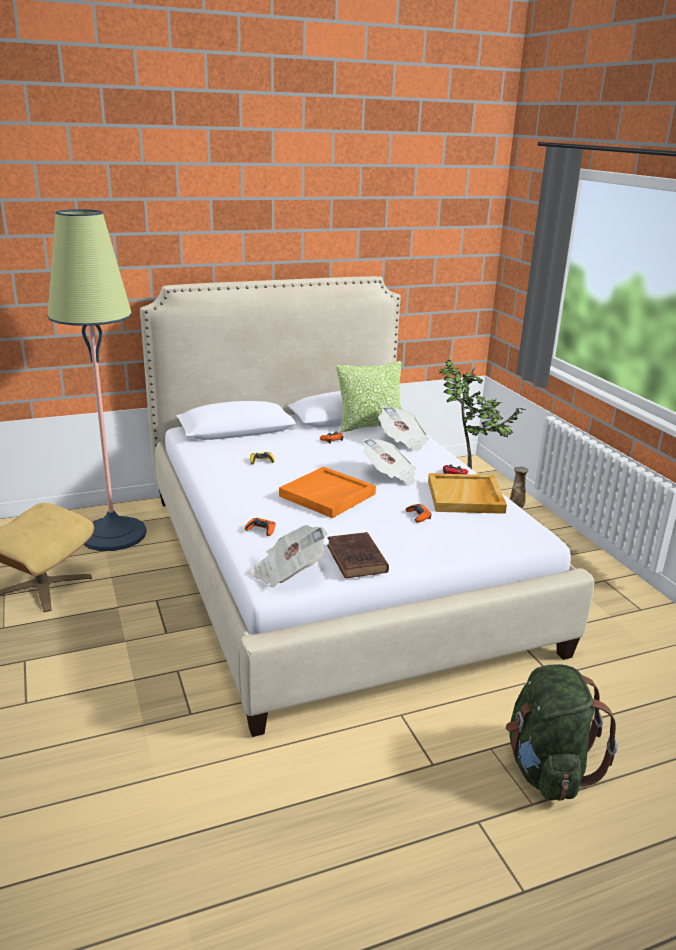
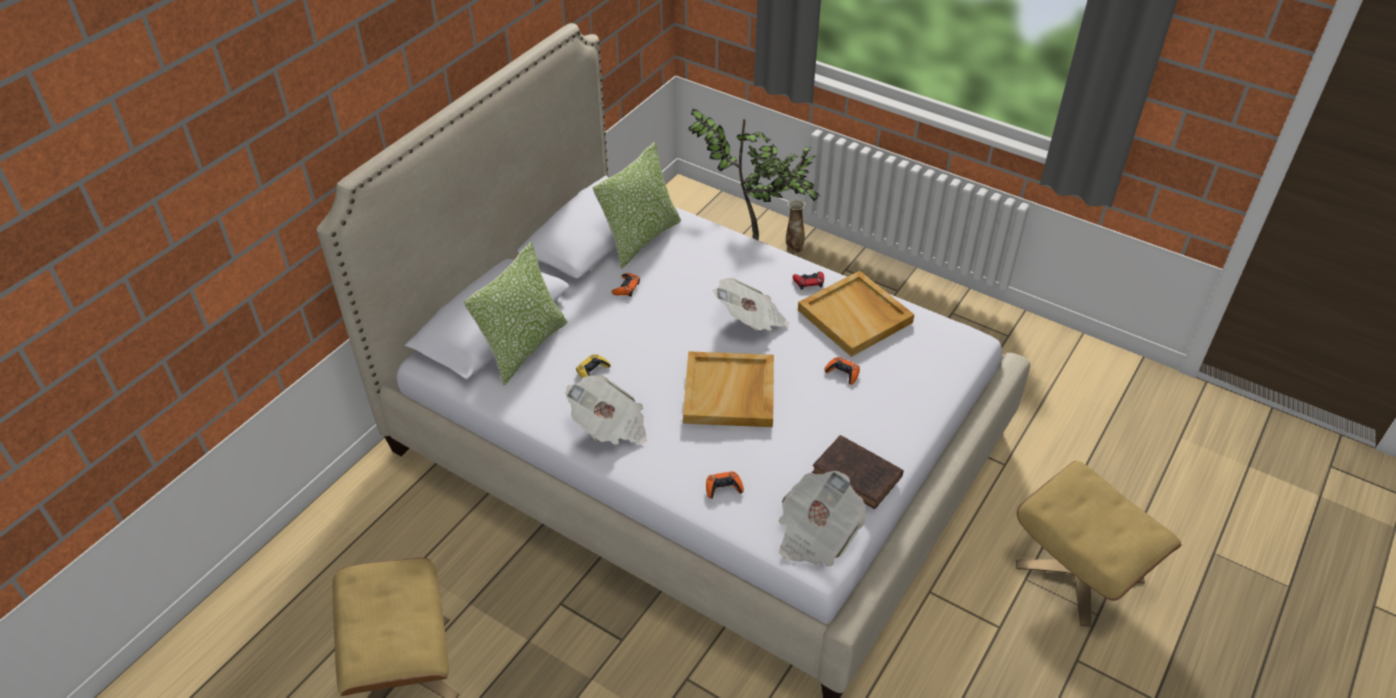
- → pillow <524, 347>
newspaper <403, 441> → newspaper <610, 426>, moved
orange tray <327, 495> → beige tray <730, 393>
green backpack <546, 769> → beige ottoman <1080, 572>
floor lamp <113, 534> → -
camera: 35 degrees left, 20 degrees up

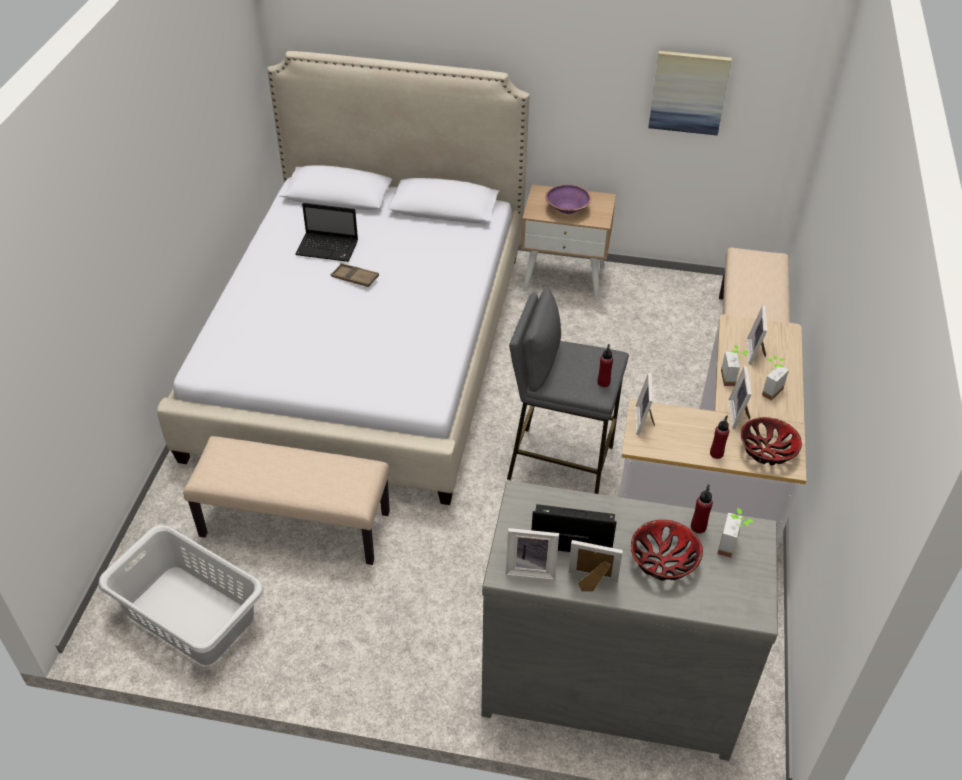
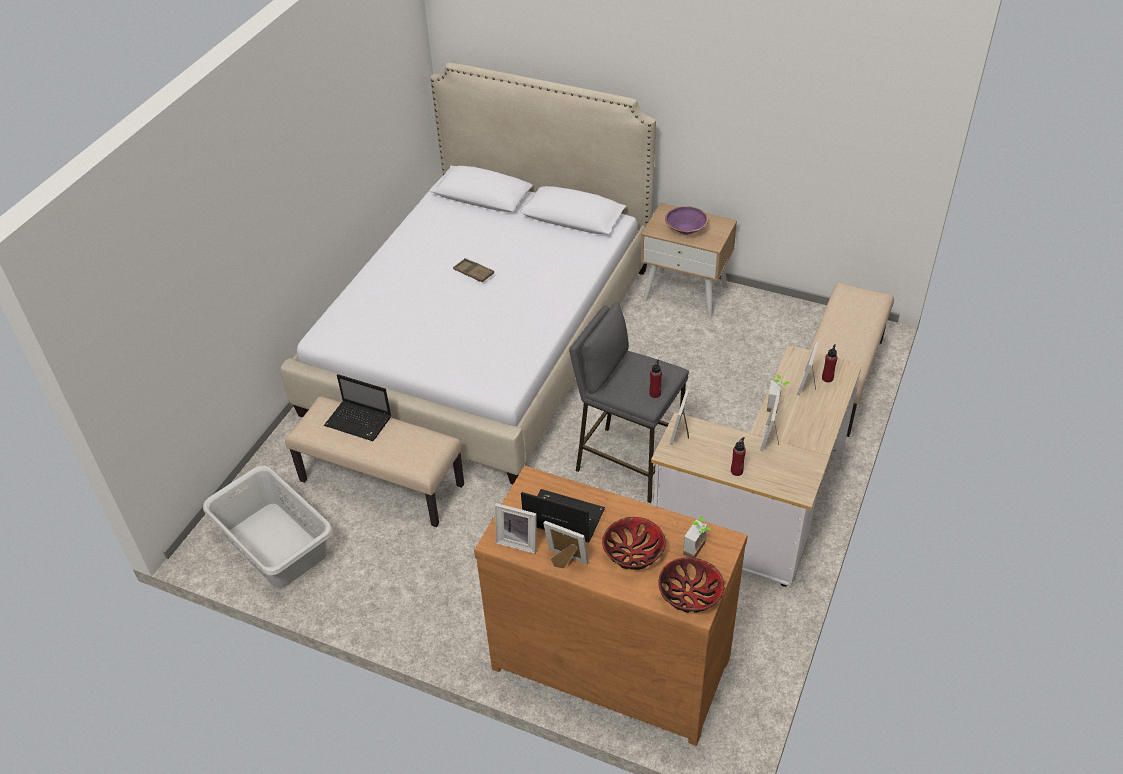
laptop <328, 248> → laptop <359, 422>, moved
grey dresser <609, 679> → brown dresser <611, 658>
bowl <767, 451> → bowl <690, 595>, moved
red bottle <698, 527> → red bottle <827, 378>, moved
picture <688, 92> → -
potted plant <768, 389> → -
camera: 15 degrees right, 0 degrees up

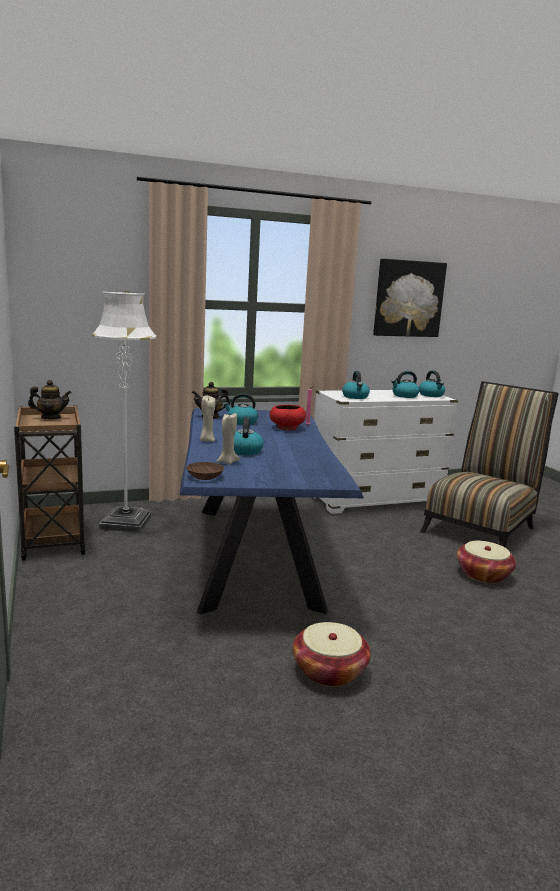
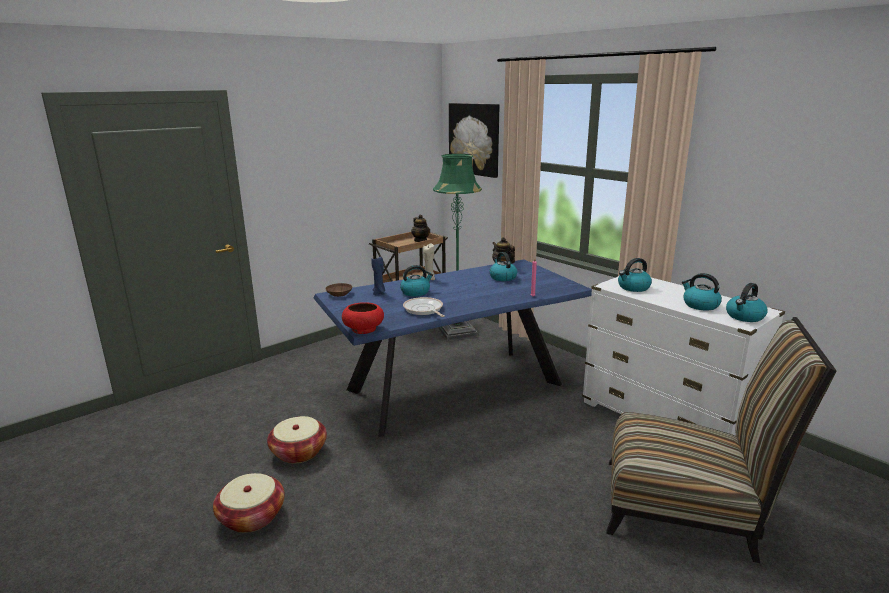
basket <483, 574> → basket <252, 516>, moved
red bowl <286, 428> → red bowl <363, 329>, moved
beige candle <227, 462> → blue candle <379, 293>
- → frying pan <424, 310>
white floor lamp <126, 523> → green floor lamp <457, 332>
picture <408, 298> → picture <474, 139>, moved
camera: 70 degrees right, 5 degrees up

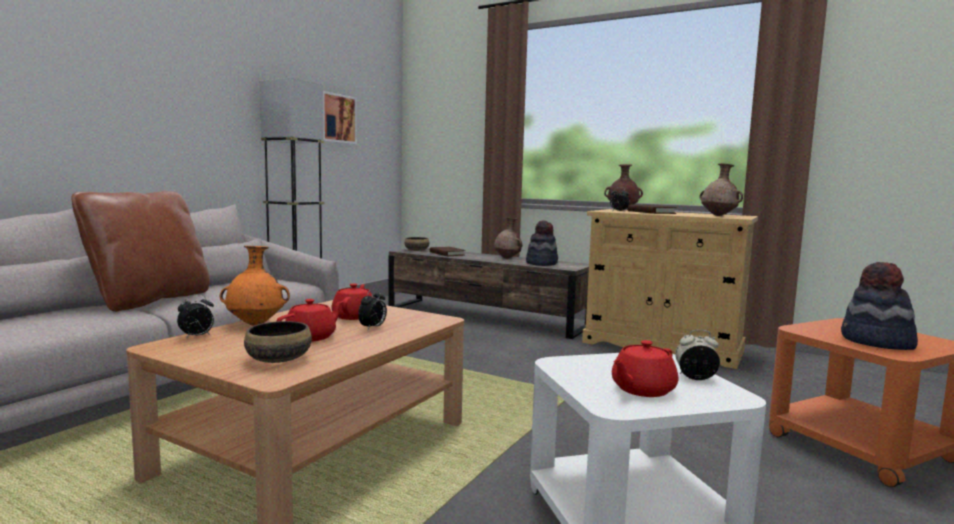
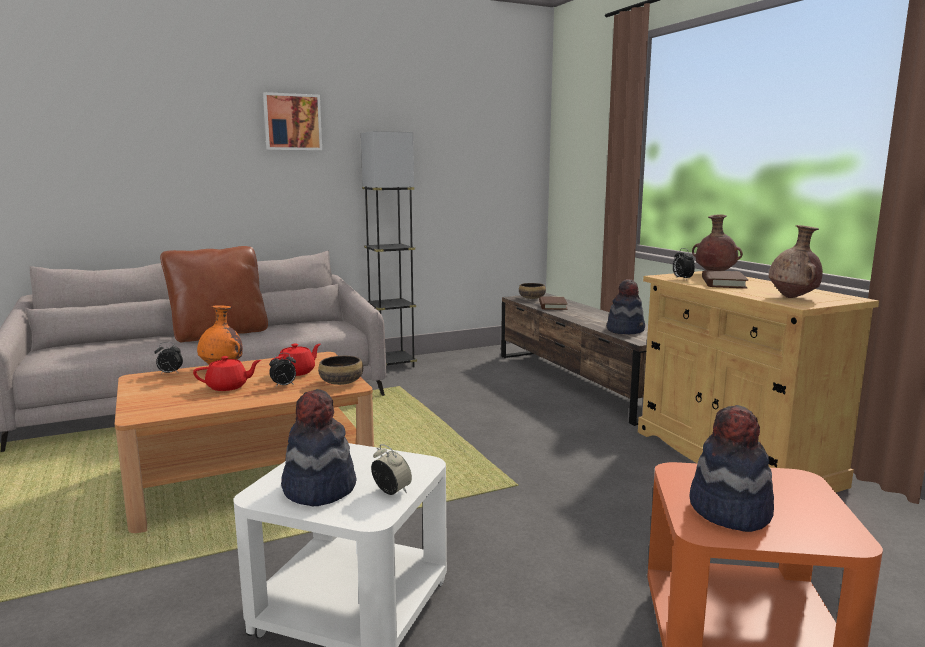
picture <336, 118> → picture <292, 122>, moved
red teapot <642, 390> → hat <318, 488>
bowl <279, 359> → bowl <341, 382>, moved
brown vase <508, 258> → -
camera: 35 degrees right, 5 degrees up

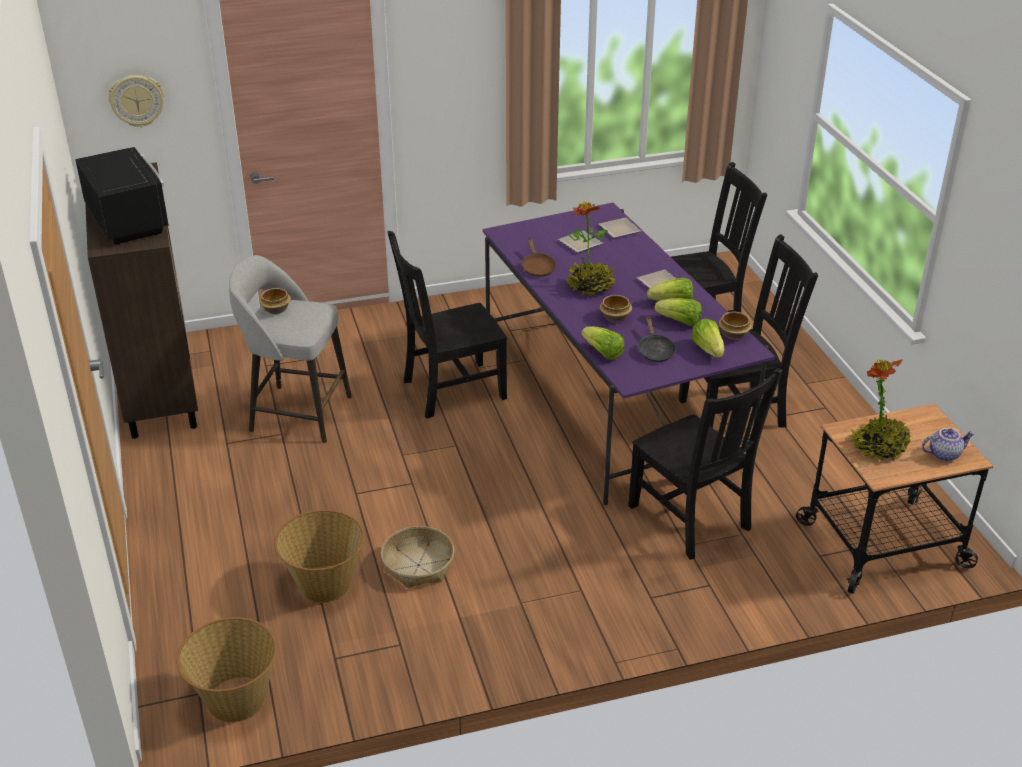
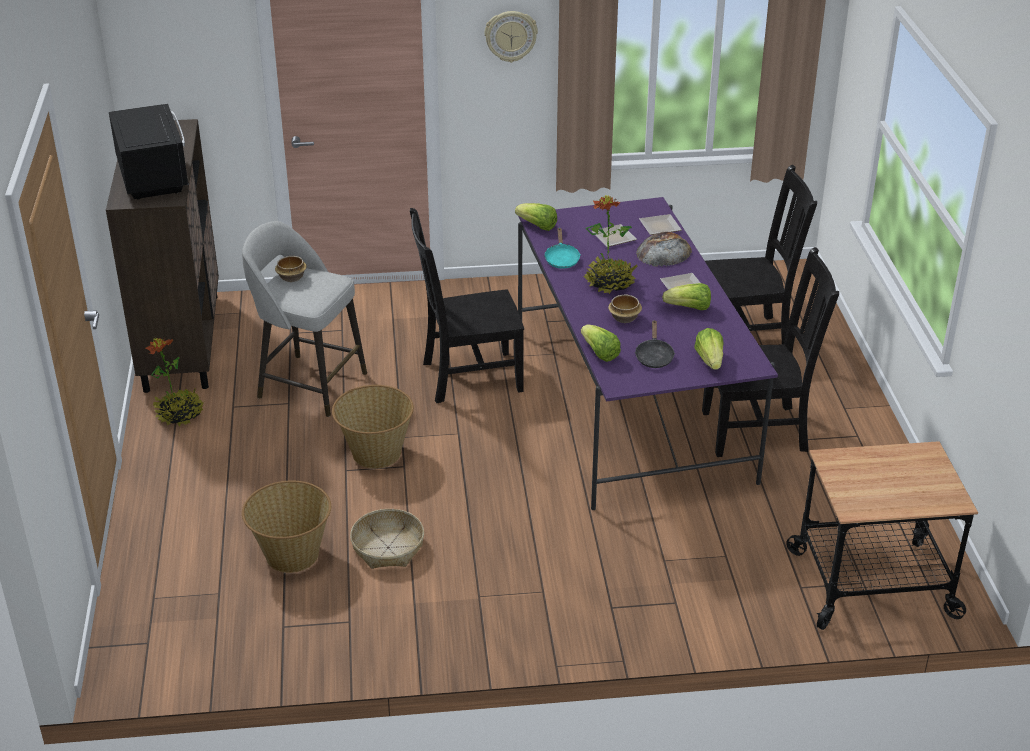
potted plant <878, 447> → potted plant <179, 415>, moved
basket <235, 700> → basket <375, 453>, moved
wall clock <137, 100> → wall clock <510, 36>, moved
lettuce <679, 322> → lettuce <537, 226>, moved
brown frying pan <537, 267> → turquoise frying pan <561, 259>
- → bread <663, 252>
black chair <691, 520> → -
bowl <733, 334> → -
teapot <944, 454> → -
camera: 10 degrees right, 0 degrees up

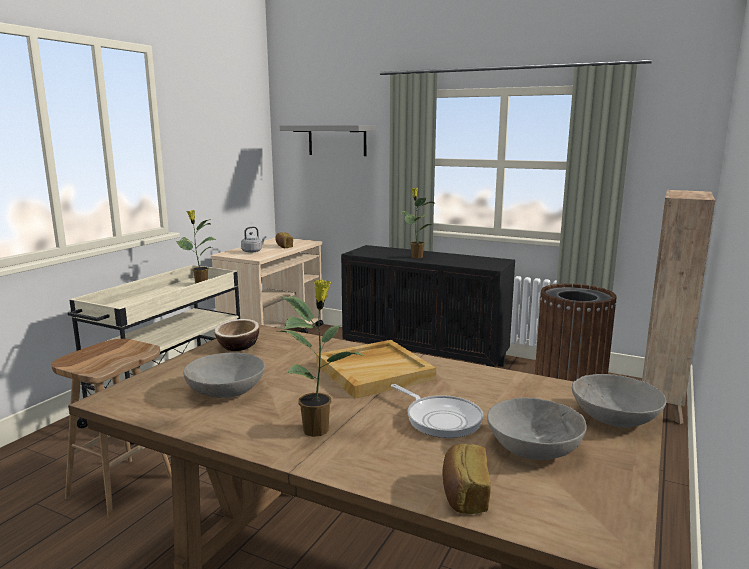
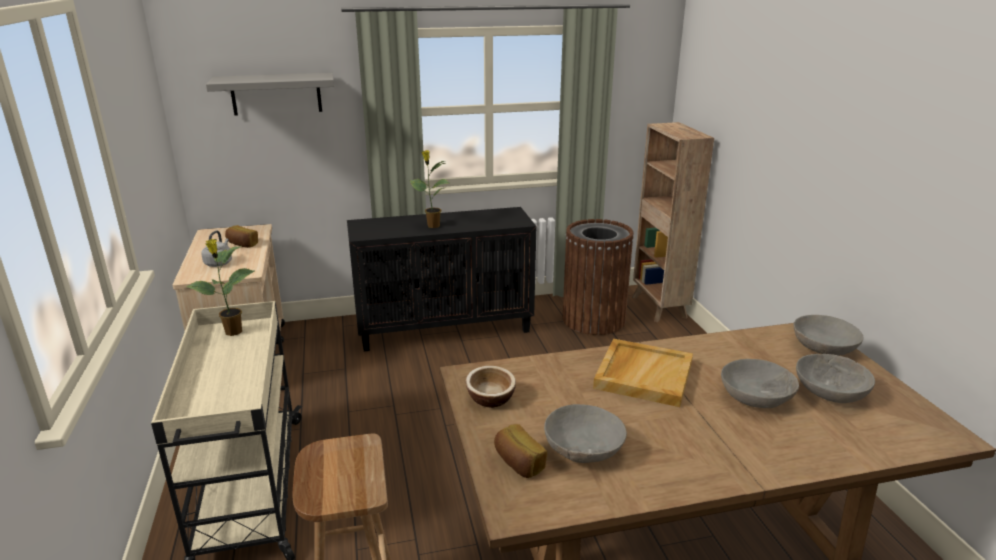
bread <464, 494> → bread <518, 463>, moved
frying pan <440, 419> → grey bowl <755, 397>
potted plant <317, 430> → -
camera: 40 degrees left, 10 degrees up

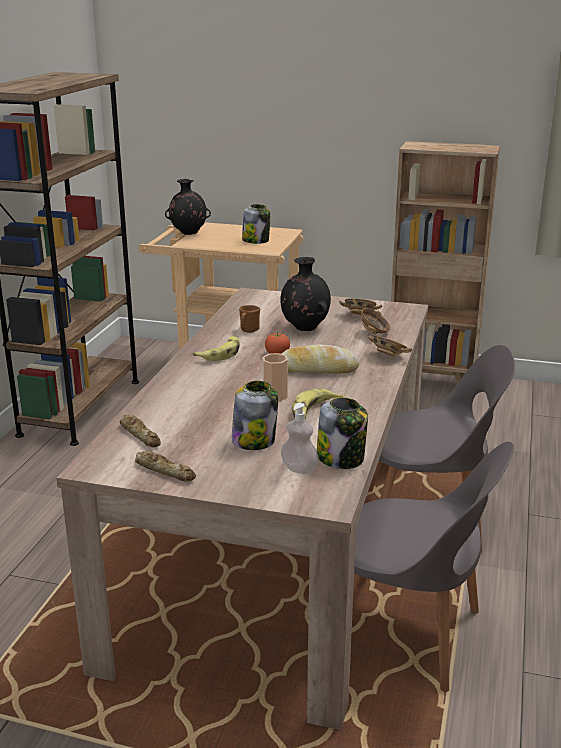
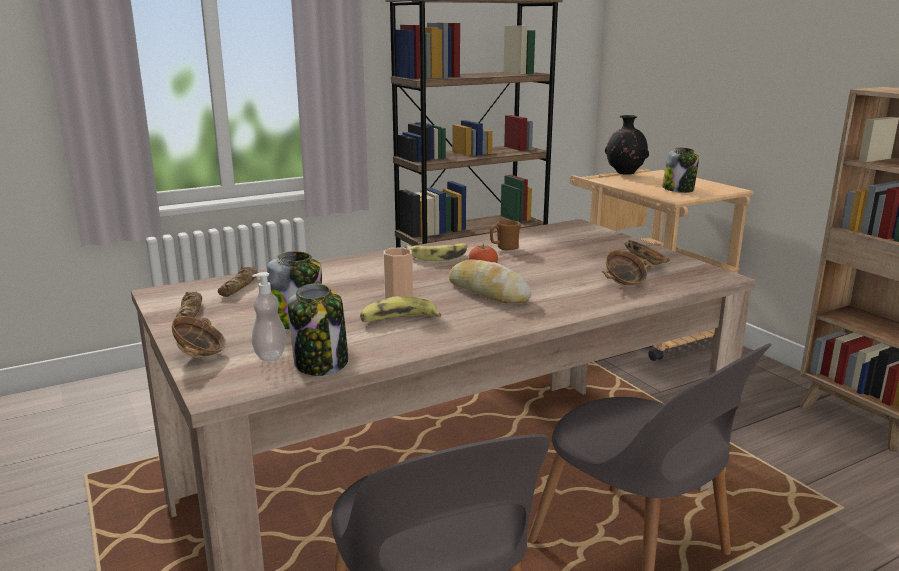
bowl <389, 356> → bowl <201, 355>, moved
black vase <304, 328> → -
camera: 45 degrees right, 5 degrees down

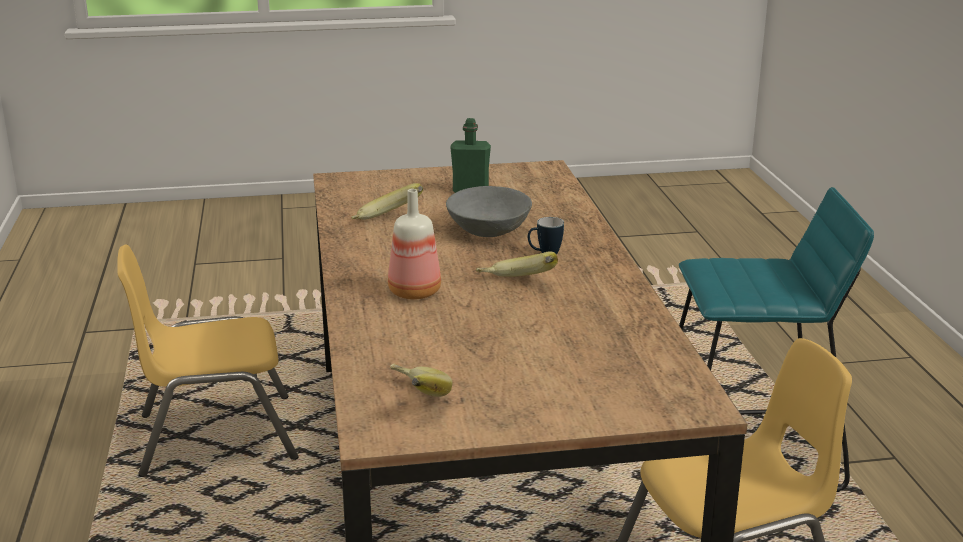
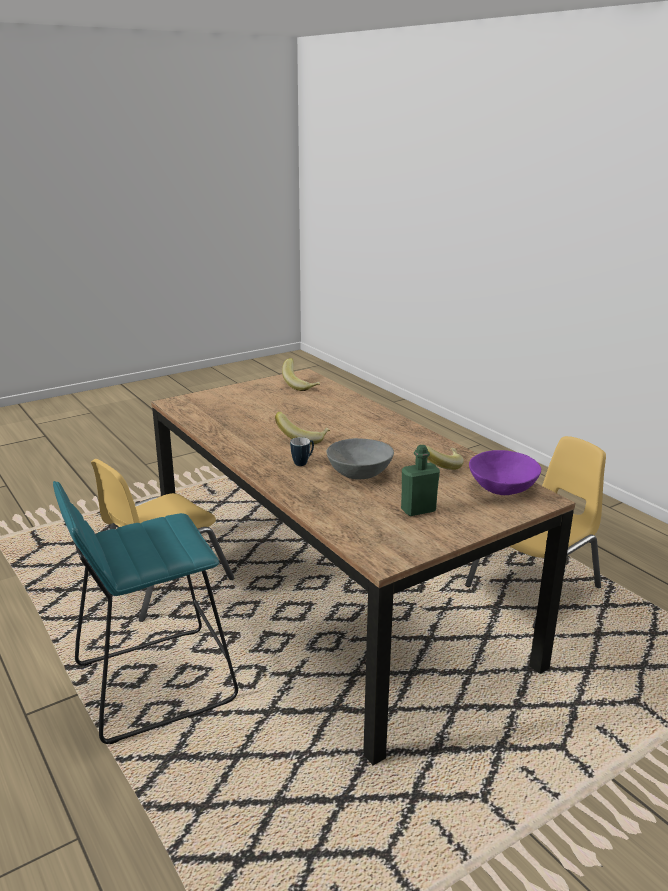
- → purple bowl <502, 488>
bottle <414, 293> → -
camera: 155 degrees right, 0 degrees up

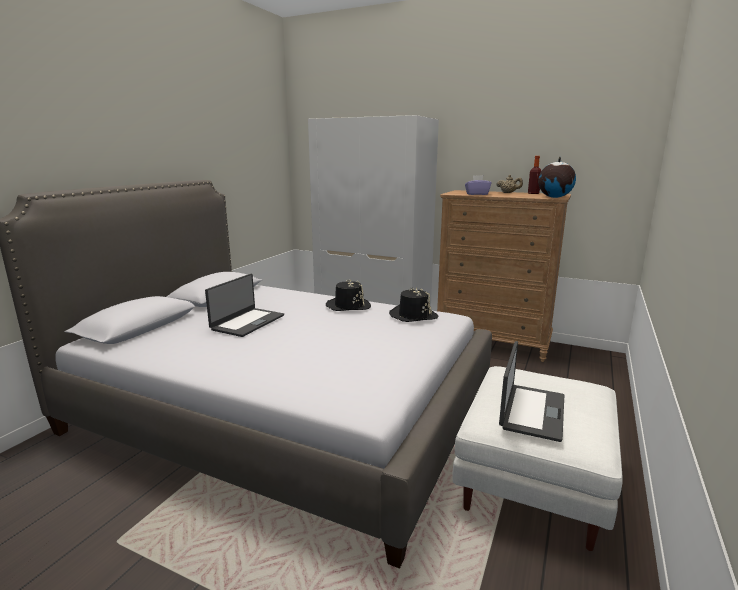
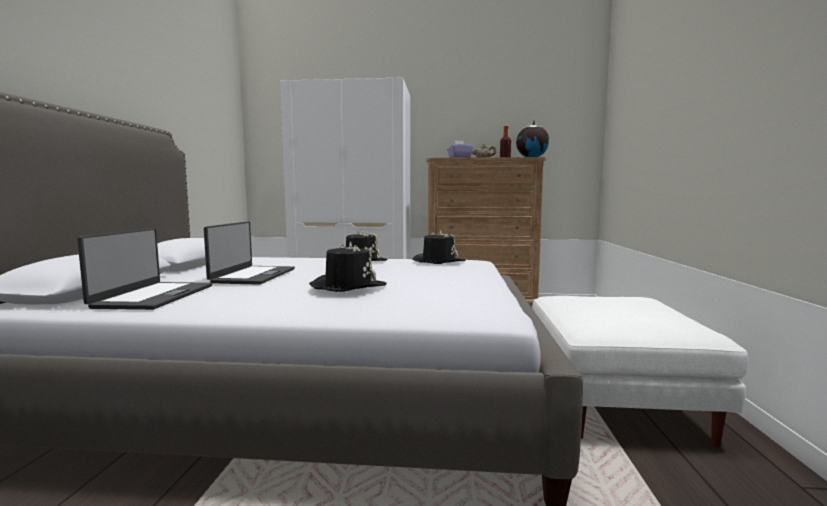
laptop <531, 411> → laptop <153, 296>, moved
- → black hat <347, 286>
camera: 20 degrees left, 10 degrees down

